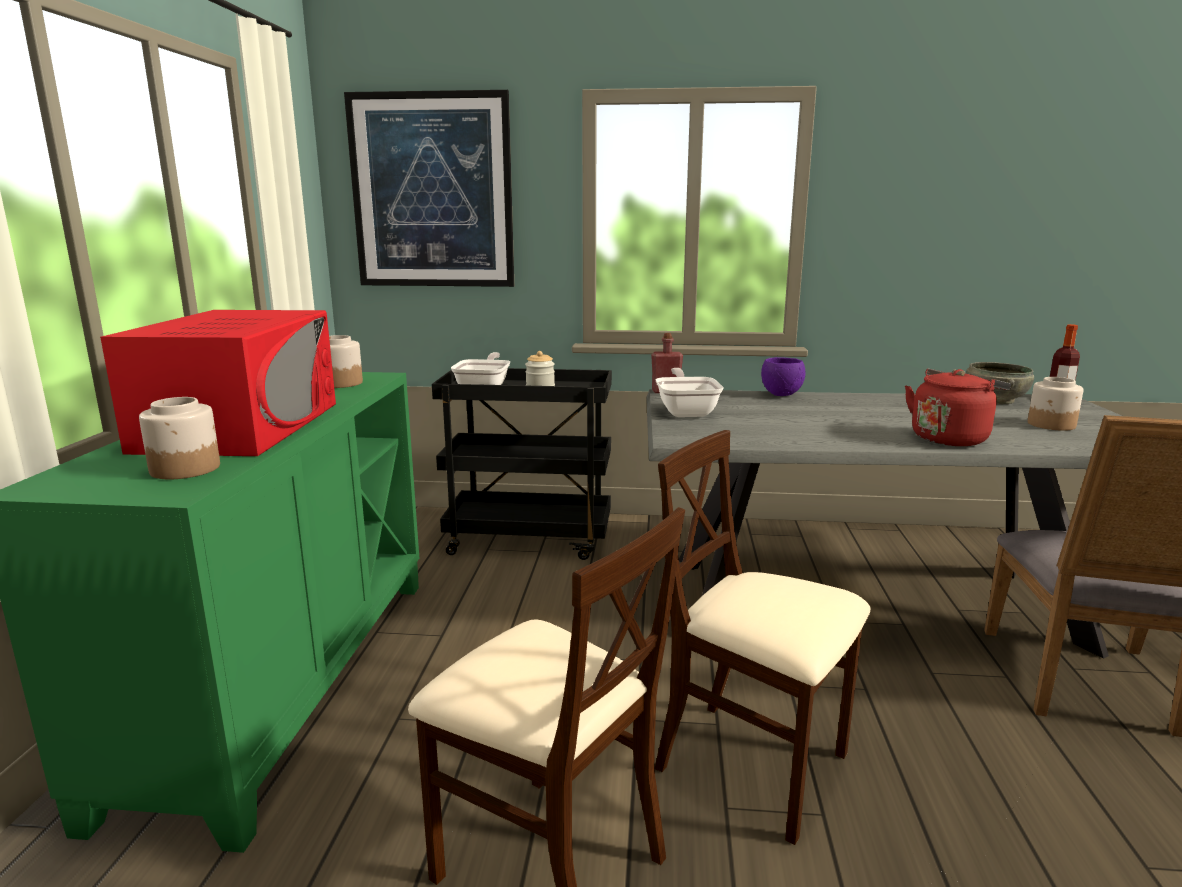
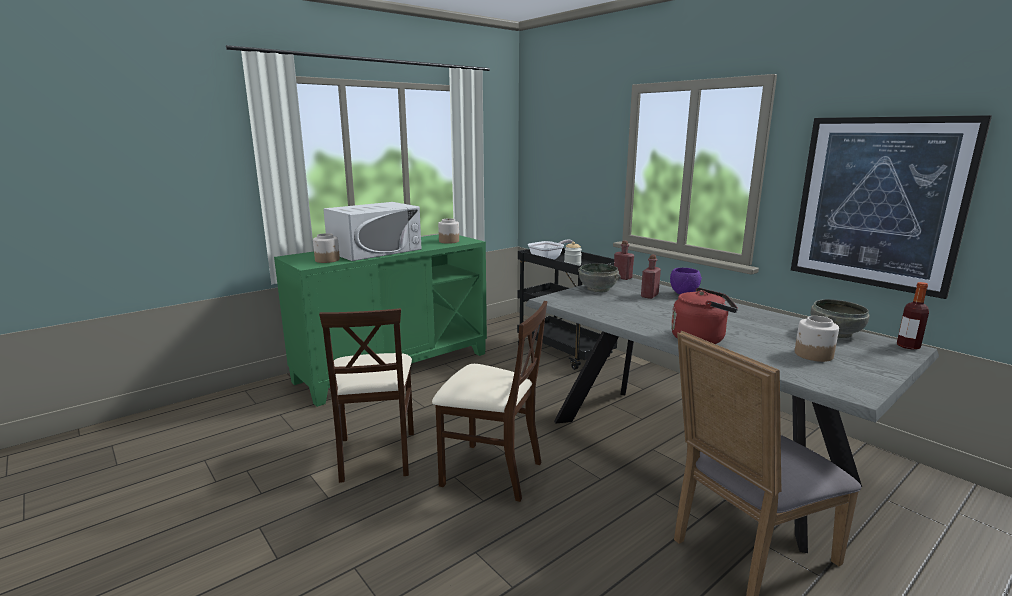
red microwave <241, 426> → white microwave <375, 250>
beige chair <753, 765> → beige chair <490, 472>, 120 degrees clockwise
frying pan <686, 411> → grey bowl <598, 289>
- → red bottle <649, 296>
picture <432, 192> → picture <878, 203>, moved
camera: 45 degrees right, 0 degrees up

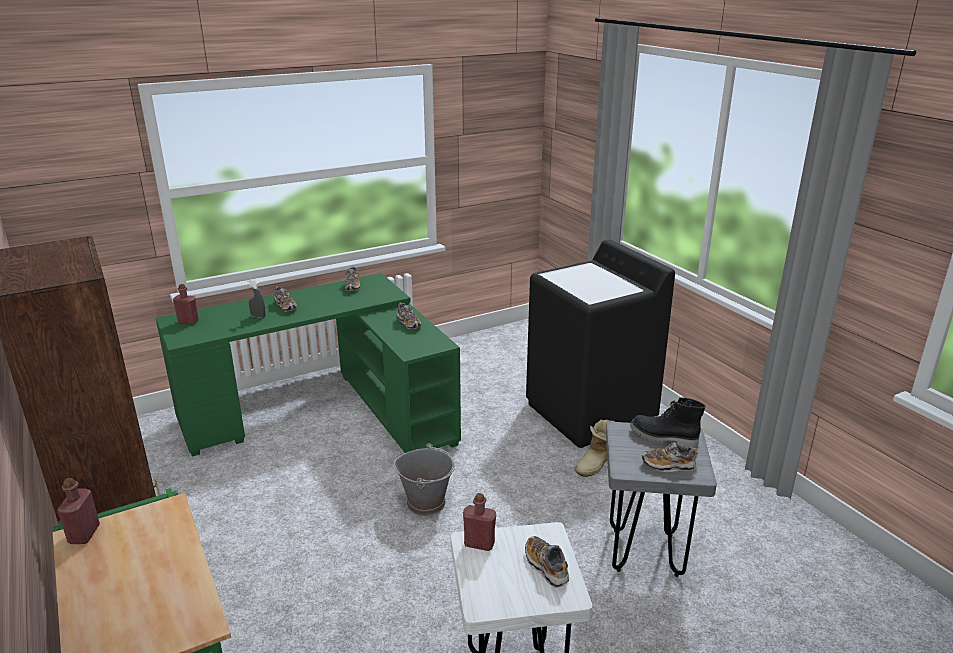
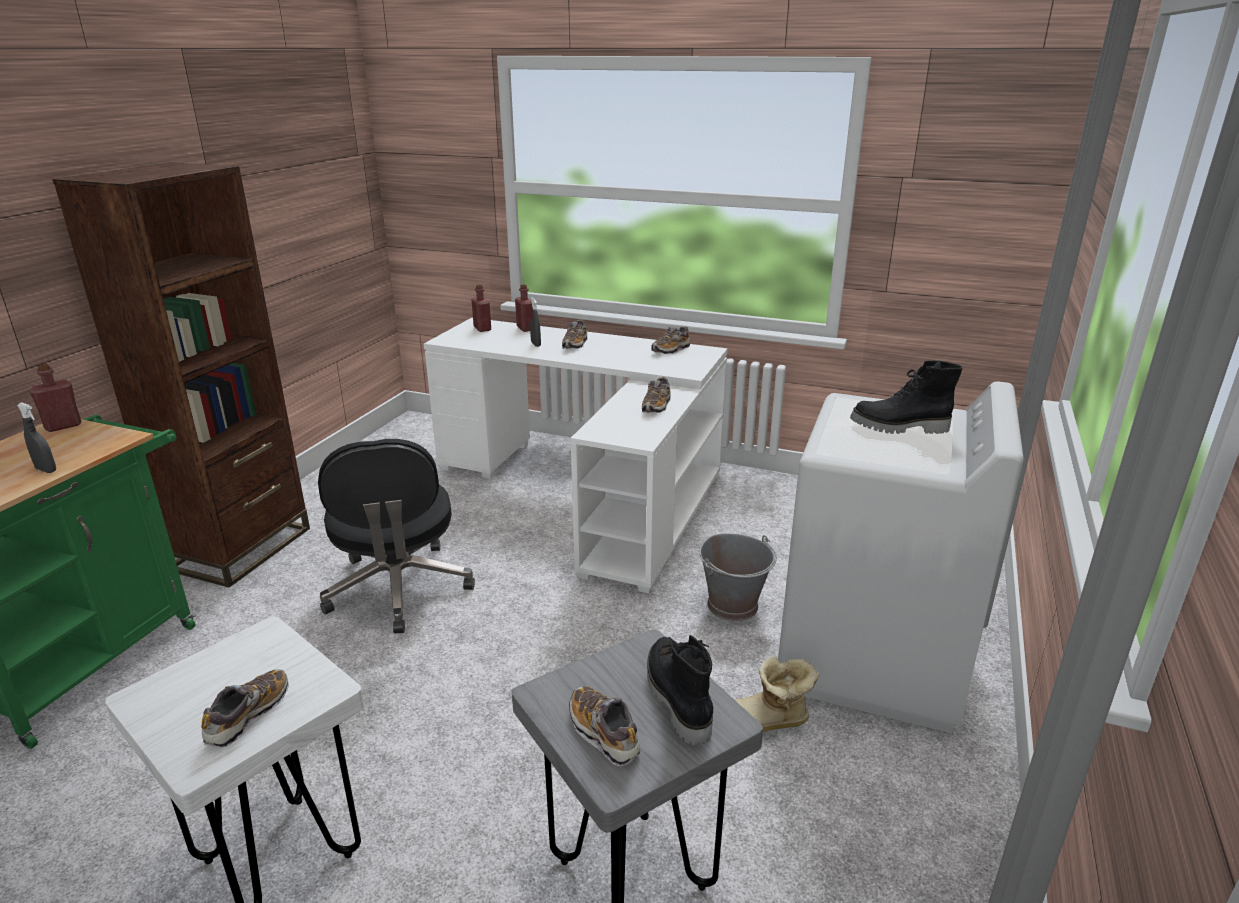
- → grey spray bottle <46, 470>
- → black office chair <399, 589>
green desk <328, 412> → white desk <592, 491>
red bottle <479, 544> → red bottle <525, 328>, moved
grey bucket <426, 502> → grey bucket <733, 605>, moved
black washing machine <590, 412> → white washing machine <872, 660>
- → black boot <899, 428>
camera: 50 degrees right, 0 degrees up

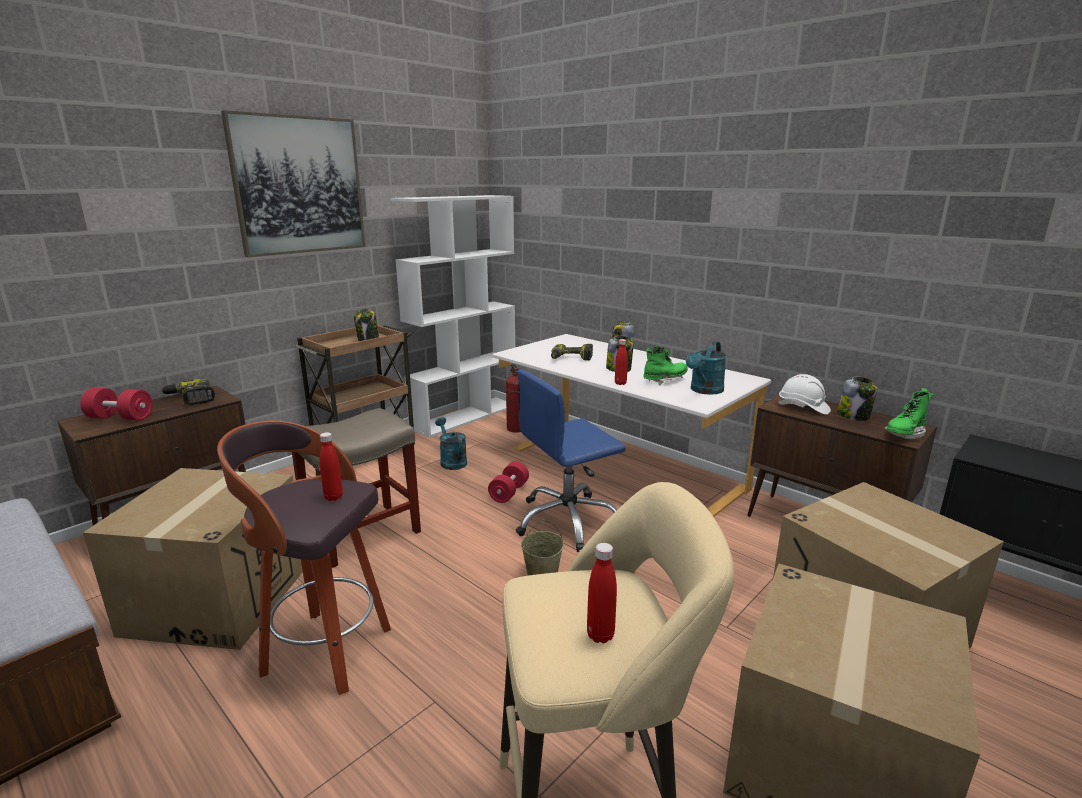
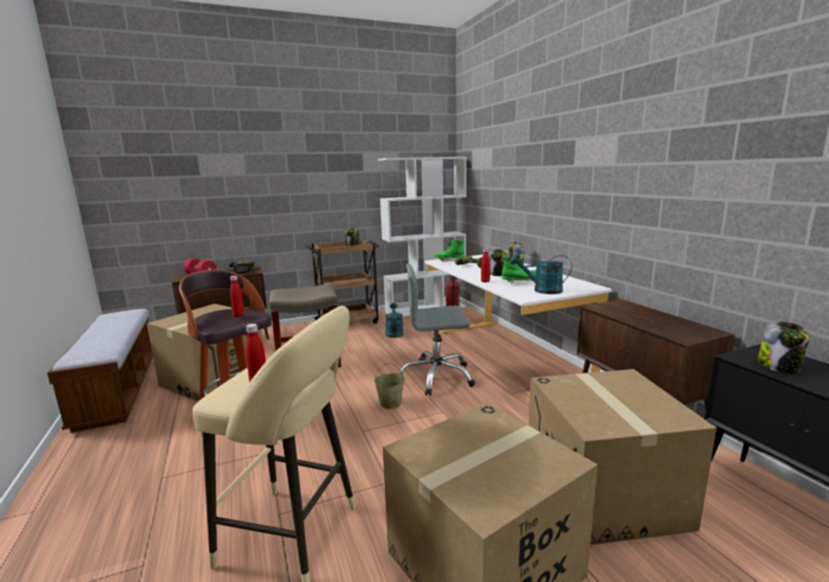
blue office chair <567, 521> → grey office chair <436, 377>
green boot <904, 434> → green boot <449, 261>, moved
turquoise watering can <704, 391> → turquoise watering can <542, 290>, 45 degrees clockwise
jar <854, 416> → jar <779, 367>, moved
picture <299, 185> → -
red dumbbell <509, 492> → -
white hard hat <803, 407> → -
camera: 25 degrees right, 5 degrees down

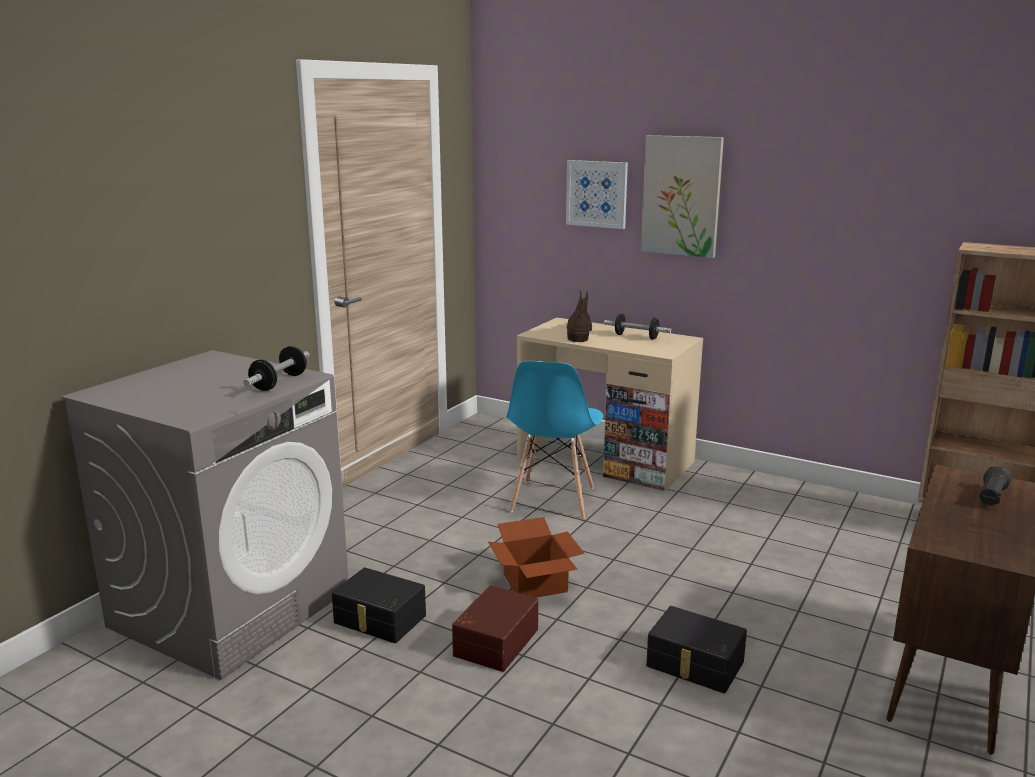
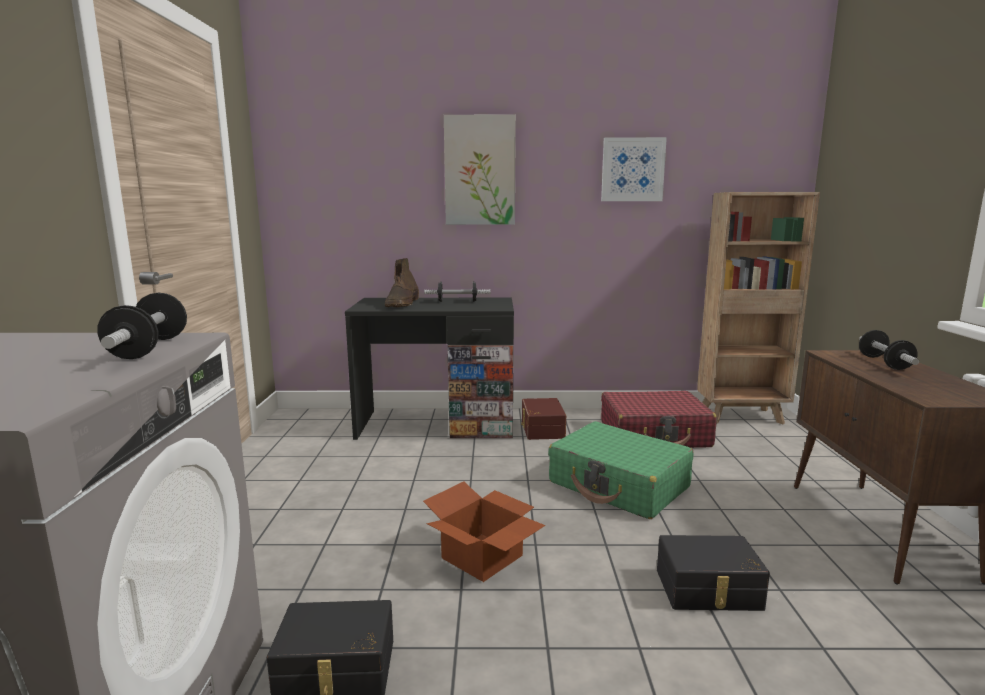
beige desk <605, 459> → black desk <437, 424>
brown boot <579, 333> → brown boot <402, 304>, 150 degrees counterclockwise
brown storage box <494, 641> → brown storage box <541, 429>, moved
- → green suitcase <619, 485>
picture <597, 194> → picture <632, 169>, moved
- → red suitcase <654, 434>
black flashlight <991, 498> → dumbbell <884, 363>
blue chair <552, 500> → -
camera: 30 degrees left, 5 degrees down

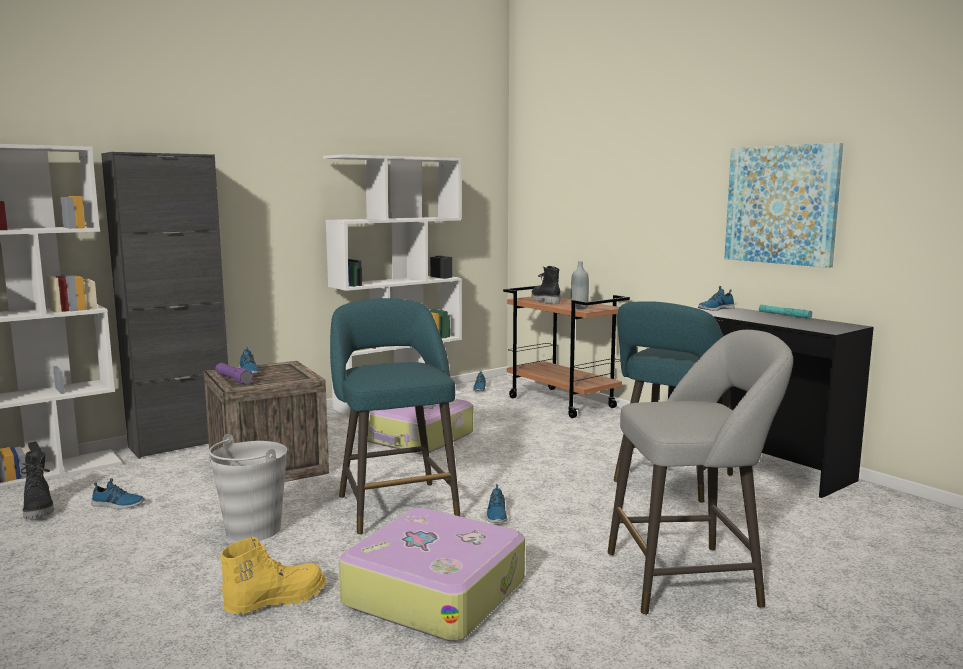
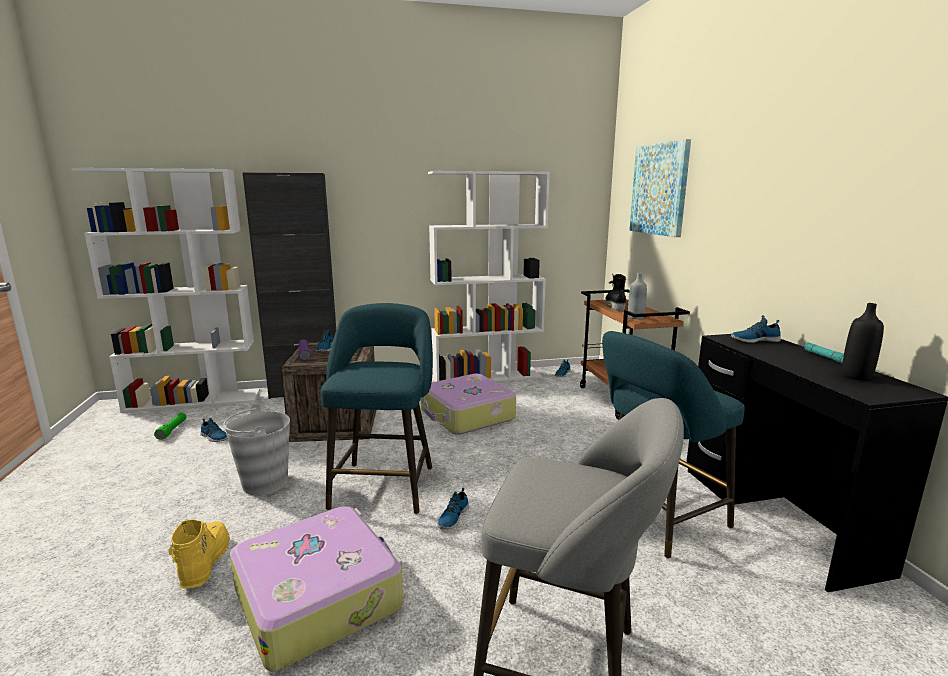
black boot <39, 509> → green flashlight <172, 430>
yellow boot <275, 600> → yellow boot <204, 563>, 90 degrees counterclockwise
picture <781, 205> → picture <659, 189>, moved
- → black bottle <856, 376>
camera: 25 degrees right, 5 degrees up

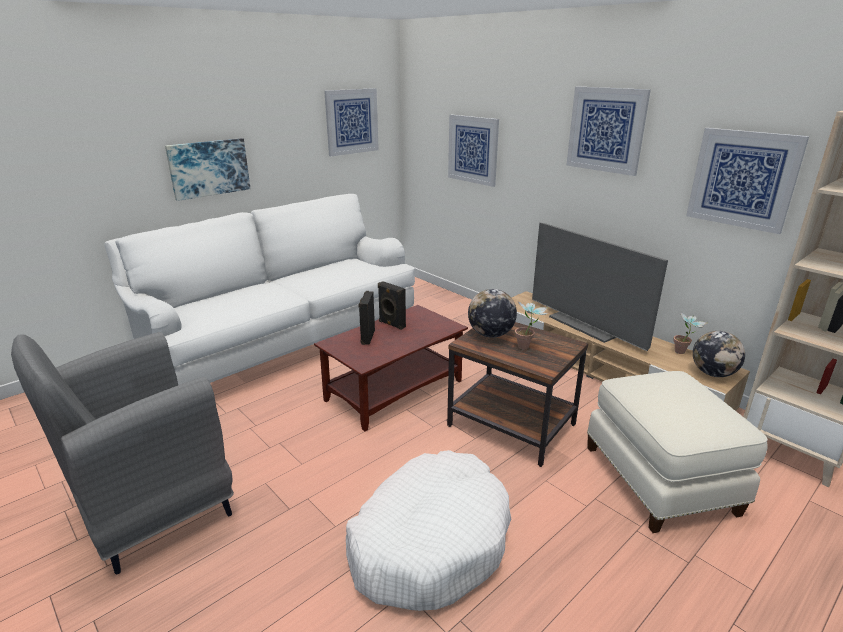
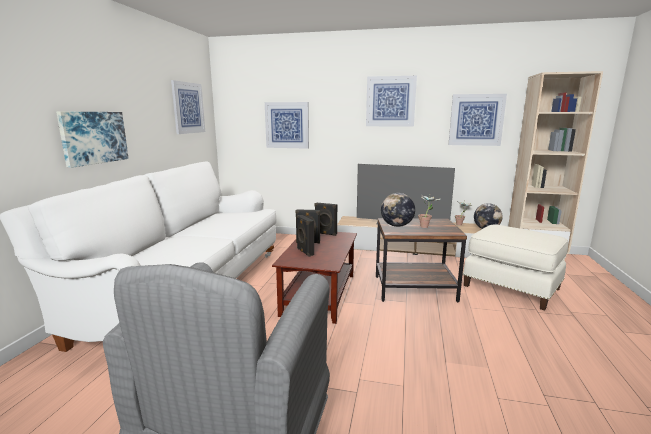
- → black speaker <325, 234>
white dog bed <429, 541> → -
camera: 35 degrees left, 10 degrees down

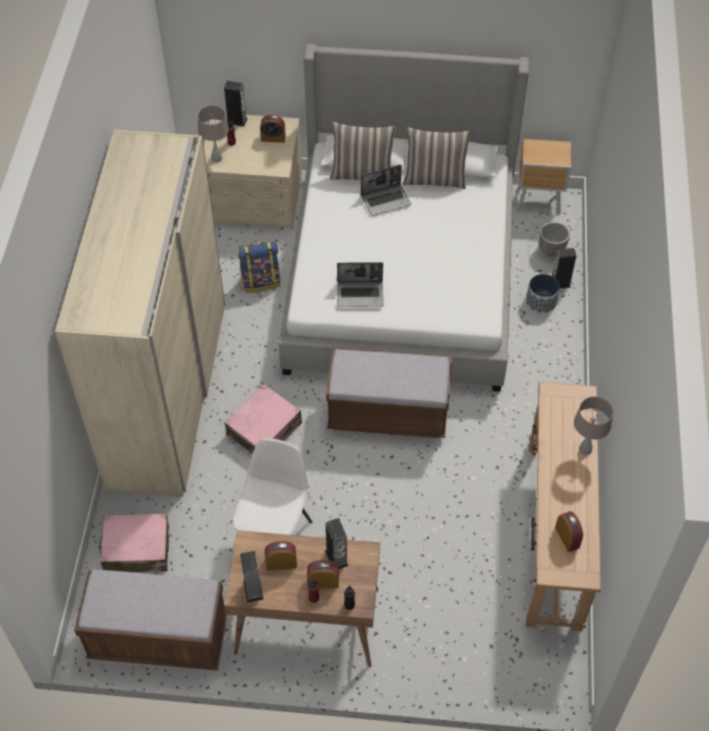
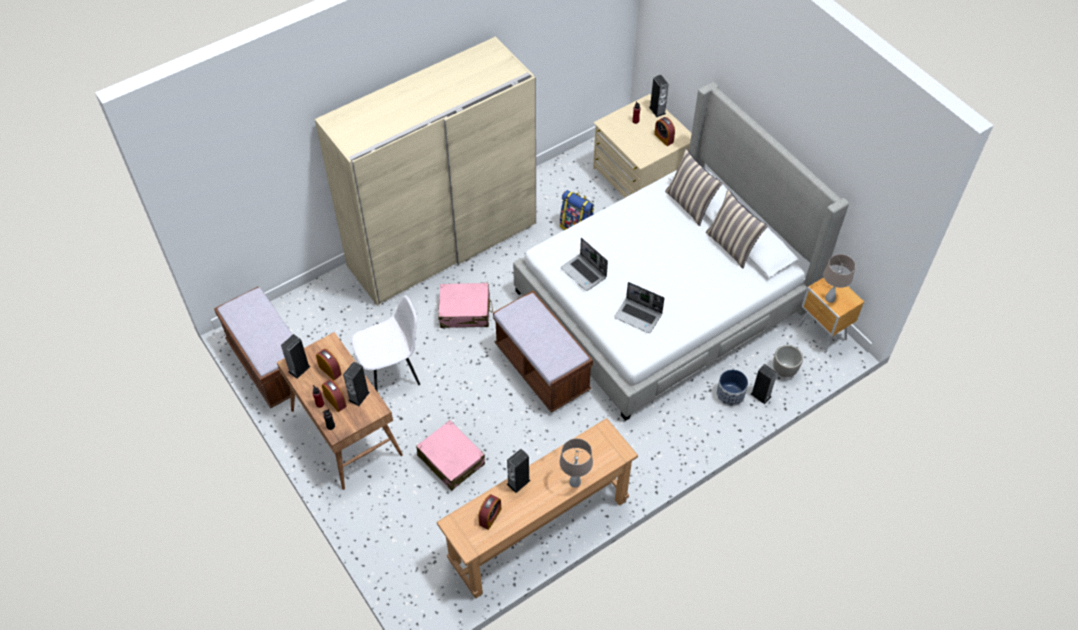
pink suitcase <136, 549> → pink suitcase <451, 460>, moved
- → speaker <518, 482>
laptop <386, 200> → laptop <638, 316>, moved
beige table lamp <216, 158> → beige table lamp <830, 298>, moved
camera: 50 degrees right, 0 degrees up

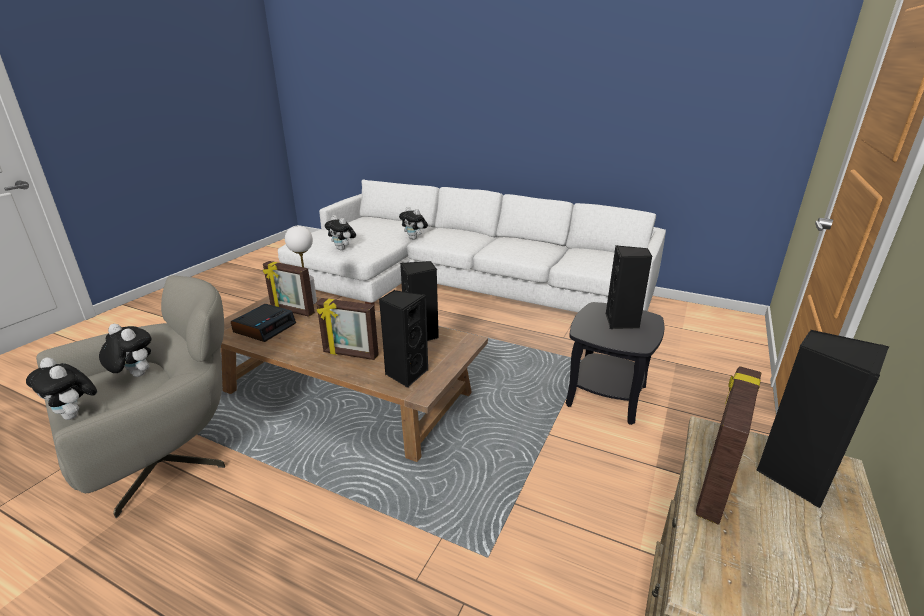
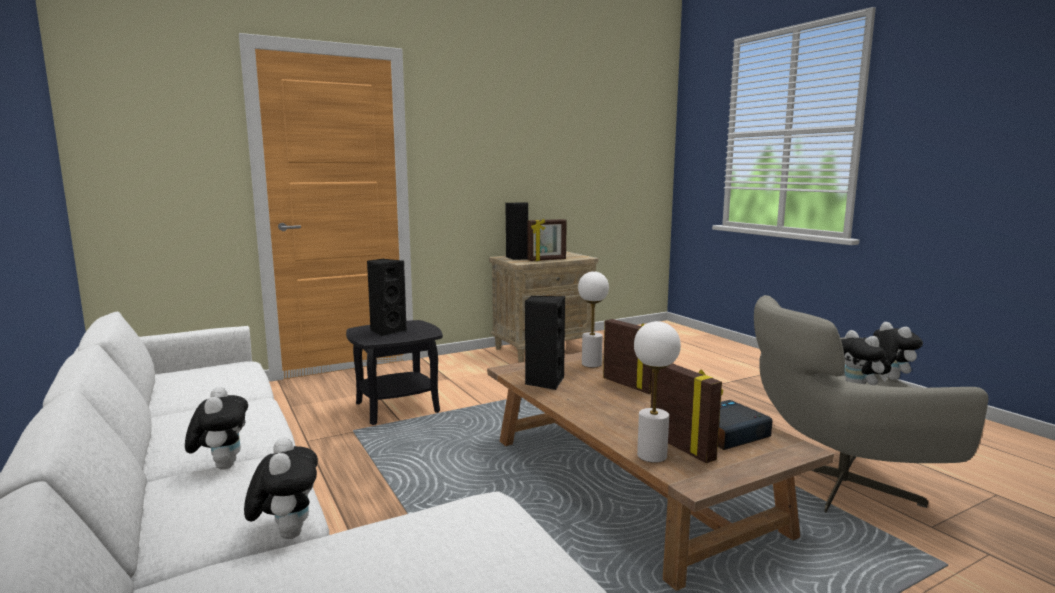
plush toy <342, 249> → plush toy <222, 466>, moved
black speaker <405, 374> → white table lamp <591, 364>
camera: 145 degrees left, 15 degrees down

